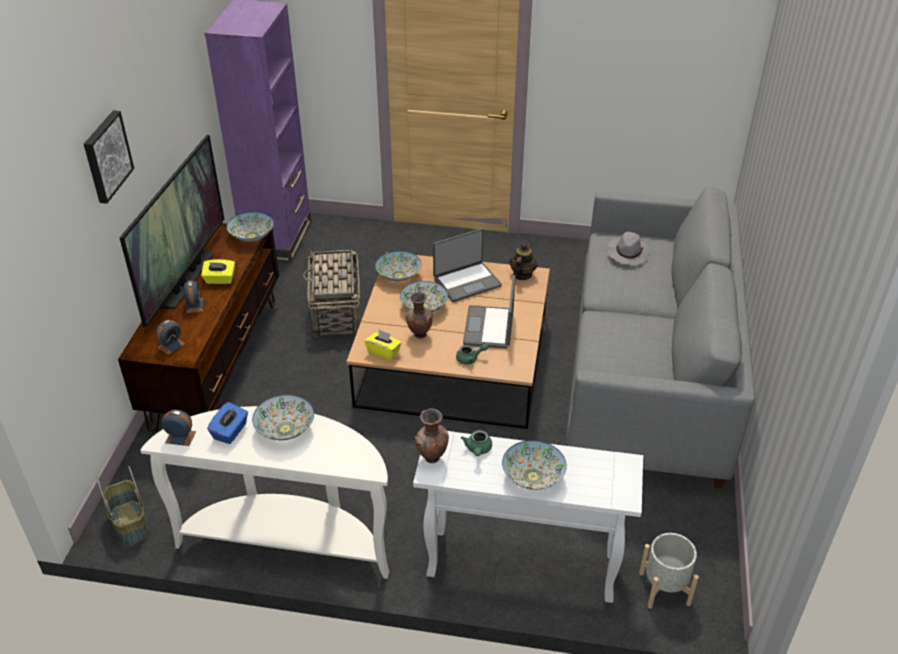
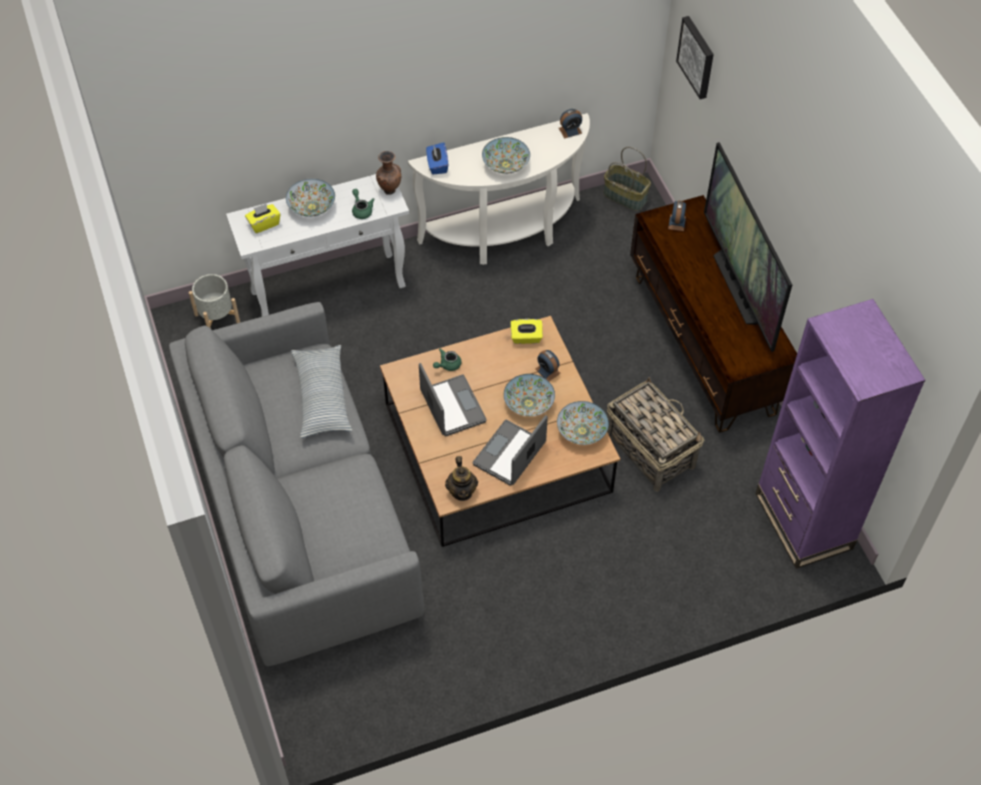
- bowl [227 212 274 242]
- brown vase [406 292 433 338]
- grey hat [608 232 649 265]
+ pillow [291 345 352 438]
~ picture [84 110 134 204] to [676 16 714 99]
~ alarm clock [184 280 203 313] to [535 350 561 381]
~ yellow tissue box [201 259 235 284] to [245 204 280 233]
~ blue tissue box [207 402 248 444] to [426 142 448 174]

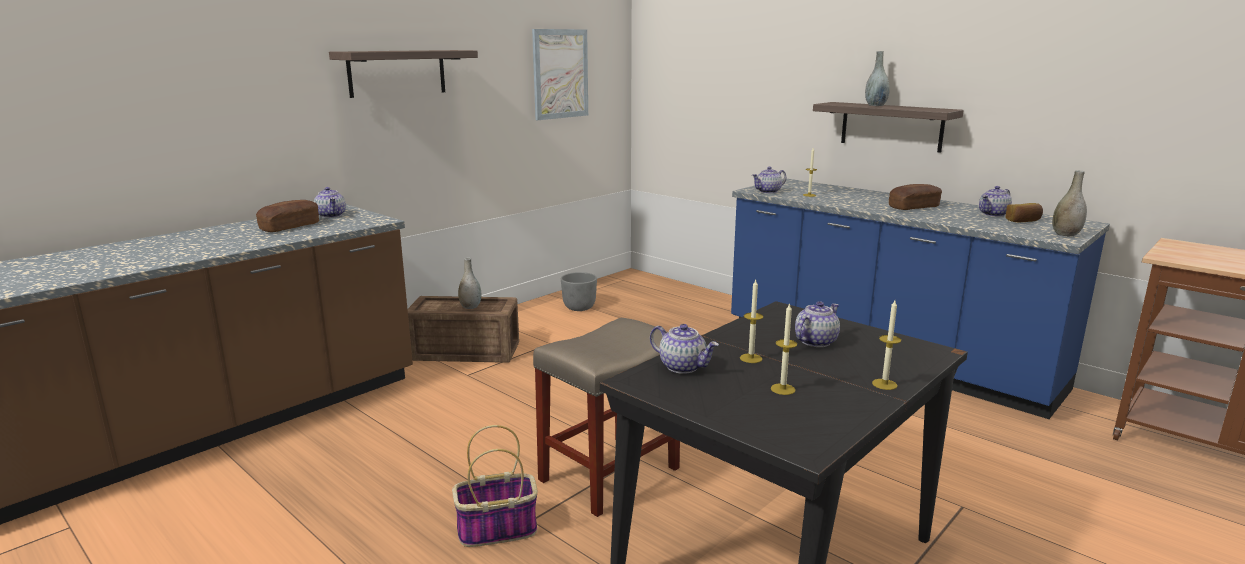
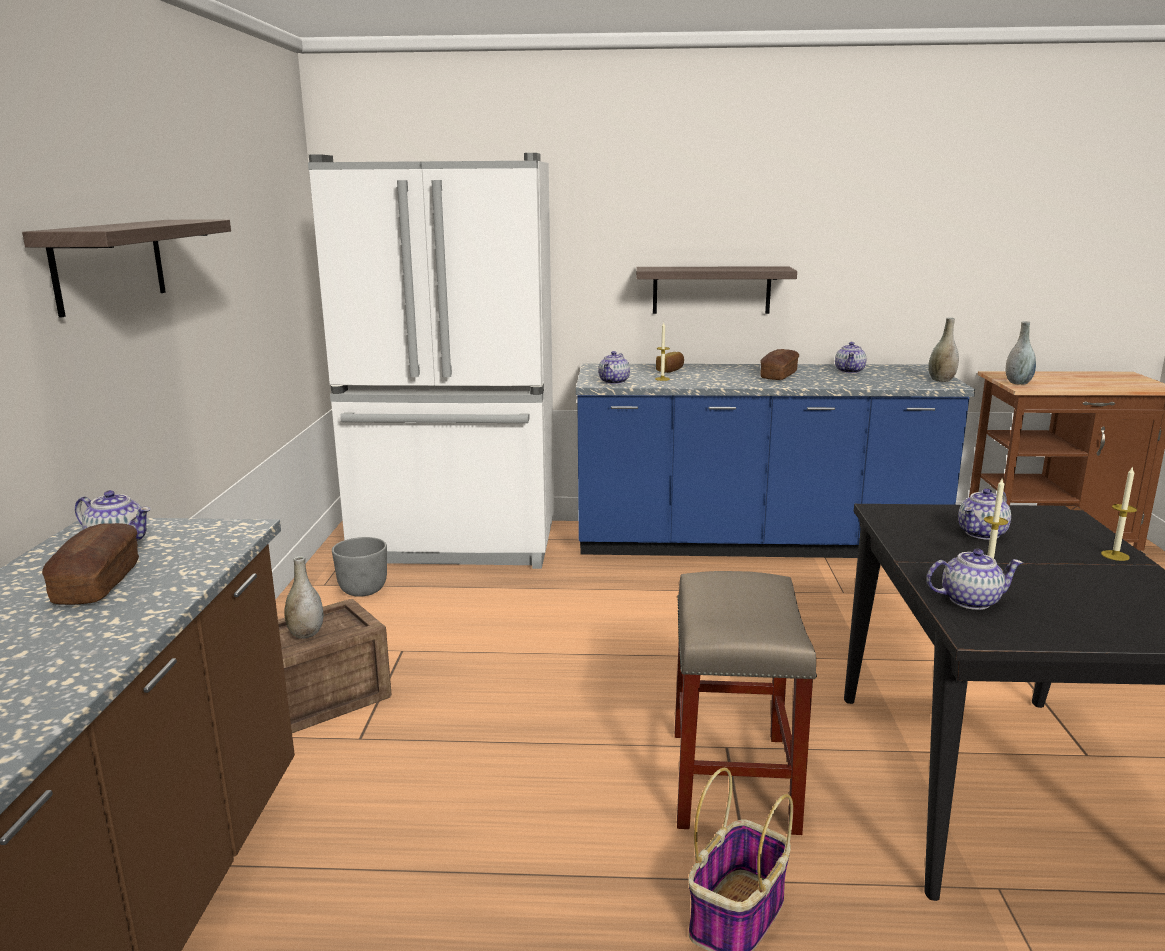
- picture [532 29 588 120]
- candle [771 303 797 395]
+ white fridge [308 153 555 569]
~ grey vase [865 51 890 106] to [1005 321 1036 385]
~ bread [1005 203 1043 222] to [656 352 684 373]
~ teapot [795 301 840 347] = [958 488 1011 540] 135 degrees counterclockwise

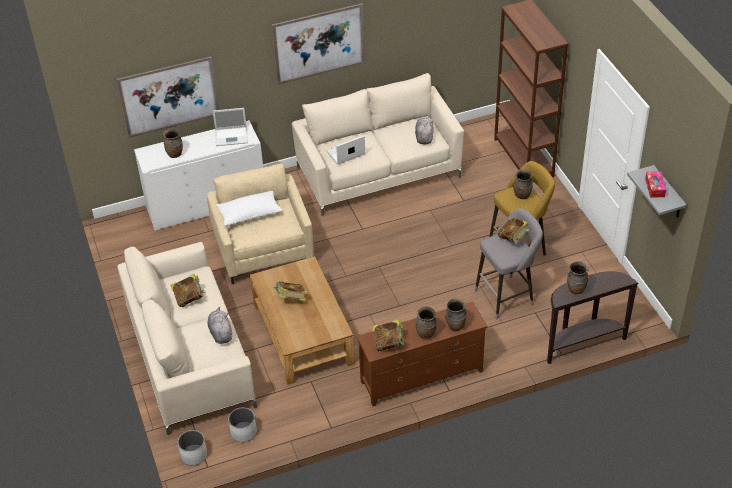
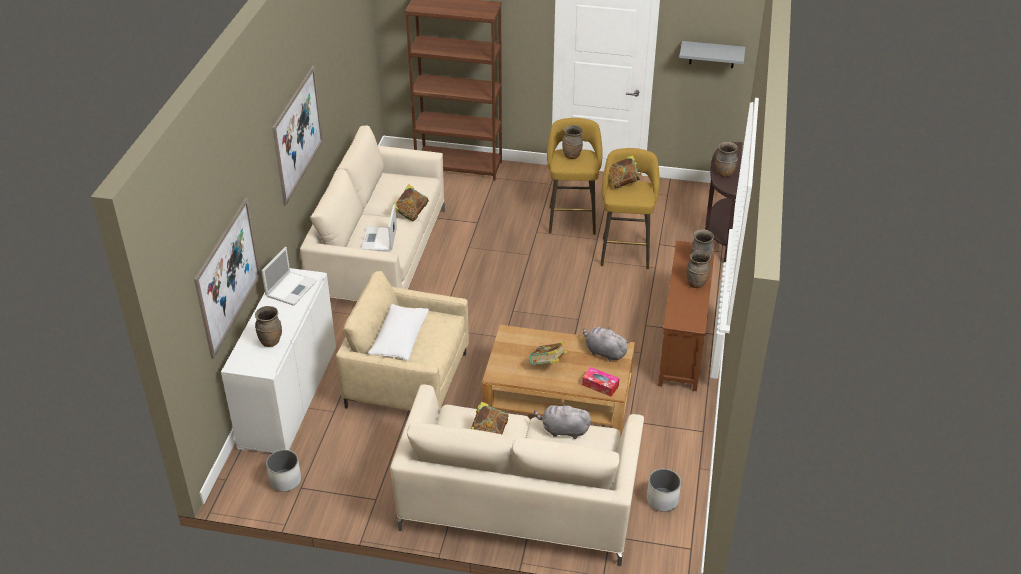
~ white planter [178 430 207 465] to [266 450 301 492]
~ book [372 319 406 351] to [392 184 429 222]
~ grey plush toy [415 116 434 144] to [583 327 630 362]
~ tissue box [645 171 666 198] to [582 367 620 397]
~ grey stool [475 208 543 319] to yellow stool [600 148 660 269]

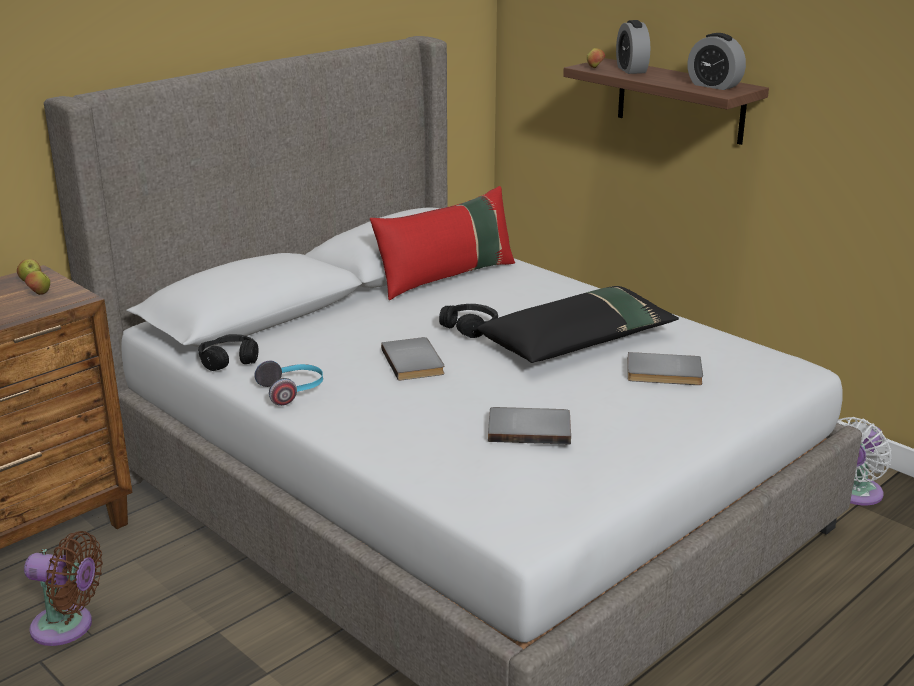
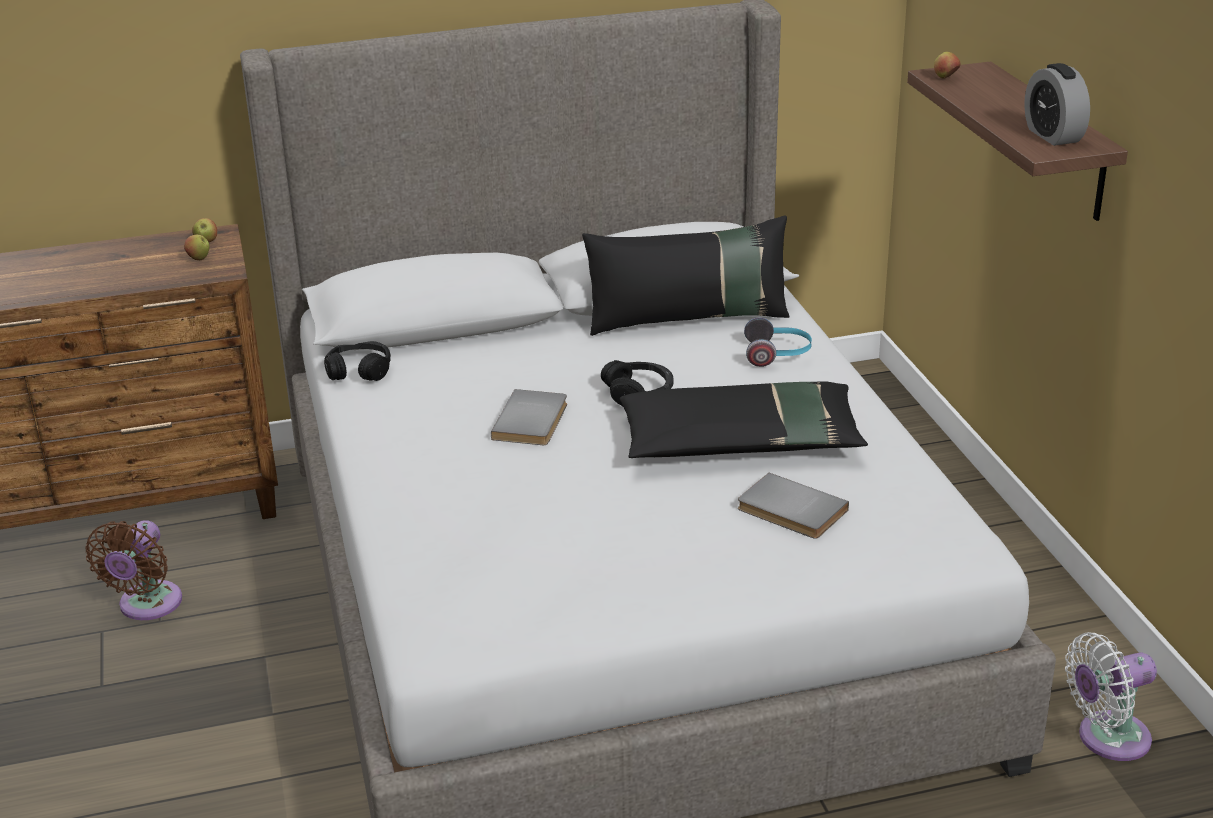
- grey book [488 407 571 444]
- alarm clock [616 20 650 74]
~ headphones [254 361 323 406] to [744 317 812 367]
~ red pillow [370 186 515 300] to black pillow [582 215 790 336]
~ brown fan [24 531 103 646] = [85 520 182 620] 60 degrees clockwise

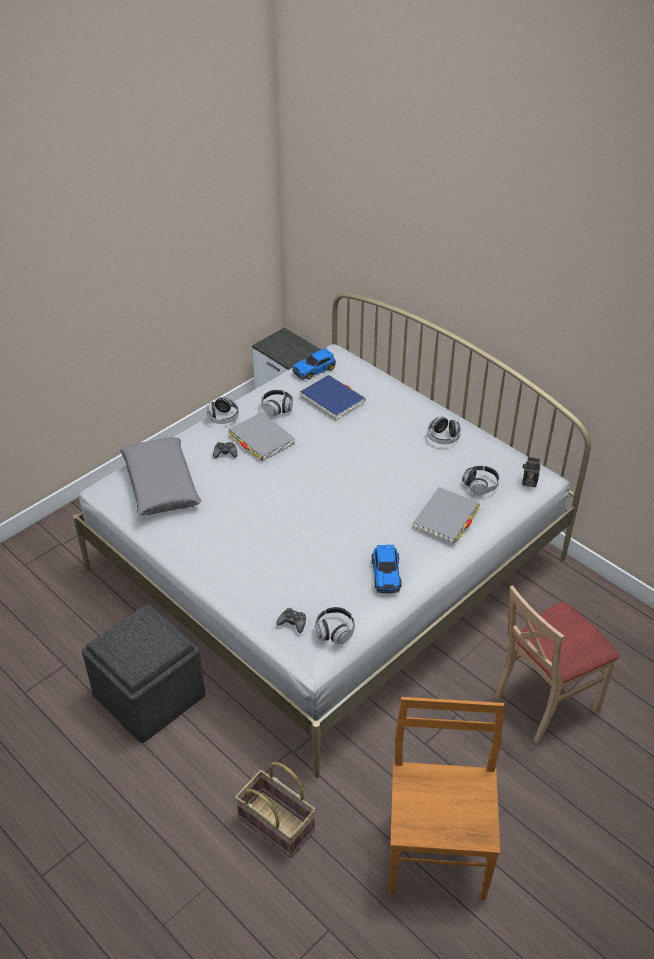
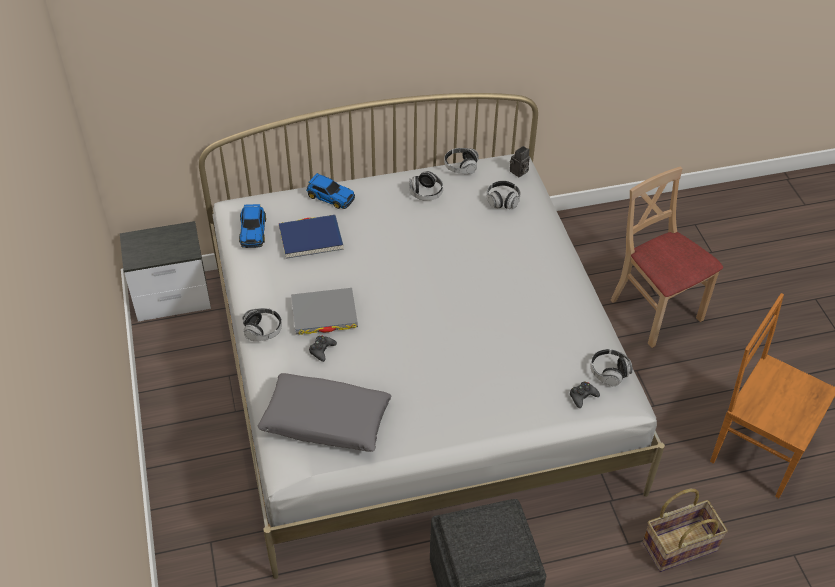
- grey book [413 487 480 544]
~ headphones [261 390 293 416] to [444 148 479 175]
~ toy car [372 545 402 593] to [306 173 355 209]
~ beige chair [494 585 620 743] = [611 167 723 348] 150 degrees clockwise

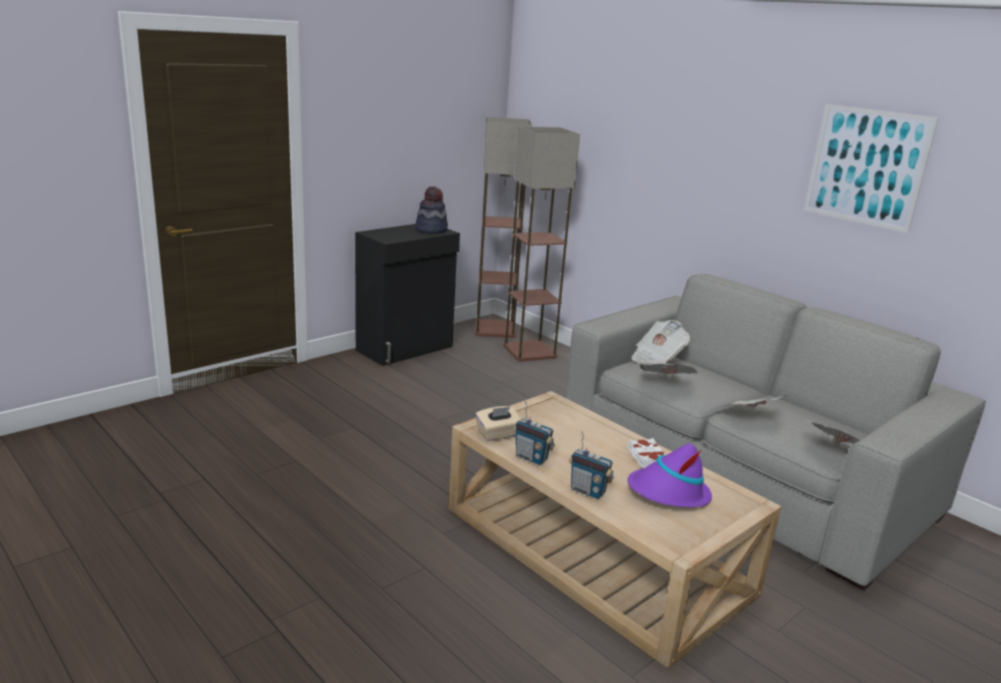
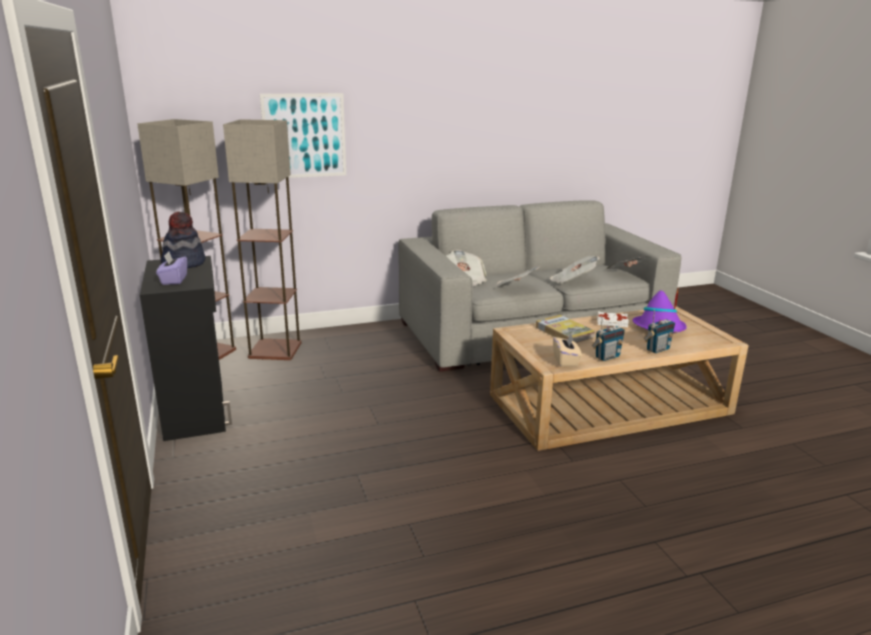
+ purple tissue box [156 251 187 285]
+ book [536 315 596 343]
~ picture [804 104 939 233] to [260 93 346 178]

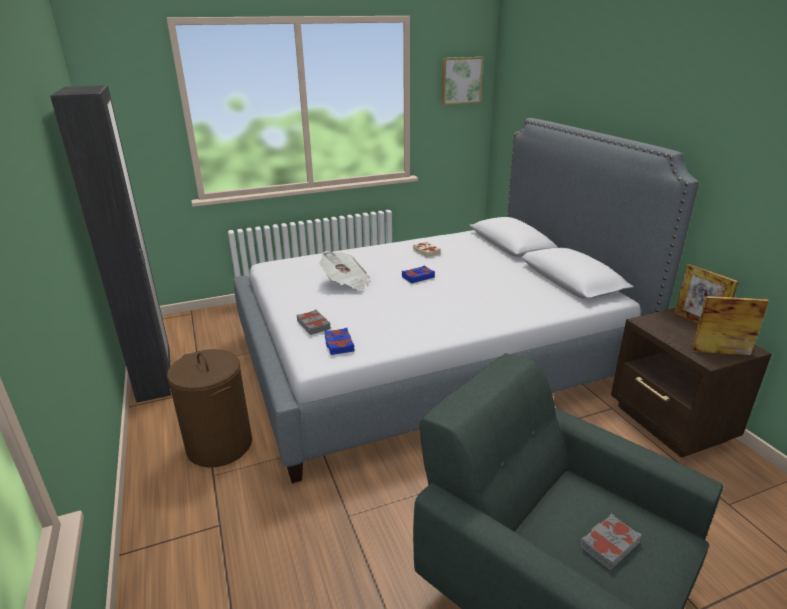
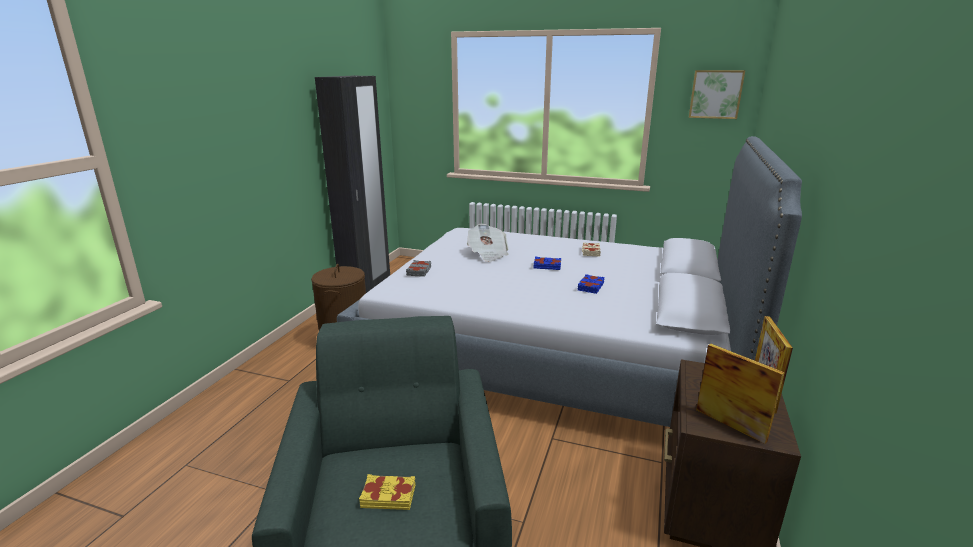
~ blue book [324 328 355 355] to [577 274 604 294]
~ grey book [580 514 642 570] to yellow book [359 474 416 510]

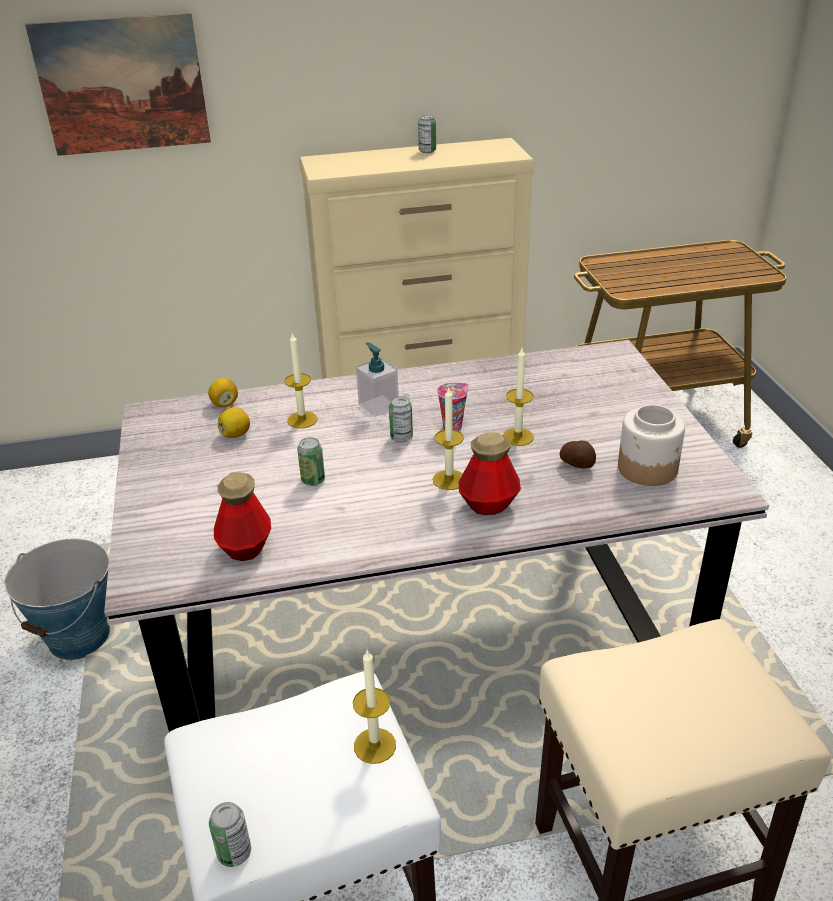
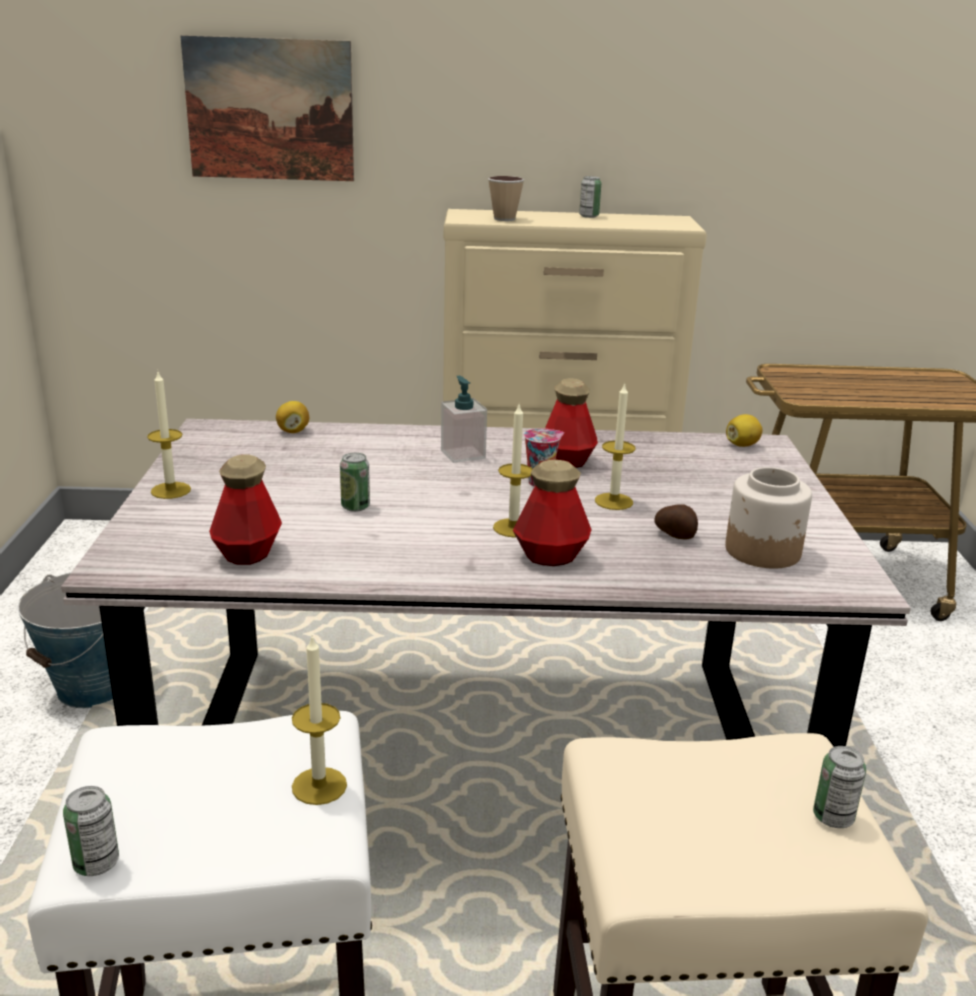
+ cup [488 176 524 221]
+ bottle [545 378 598 468]
~ lemon [218 407 250 438] to [726 414 762 447]
~ candle [284 332 318 428] to [147 372 191 499]
~ can [389 396 413 442] to [813 746 866 828]

